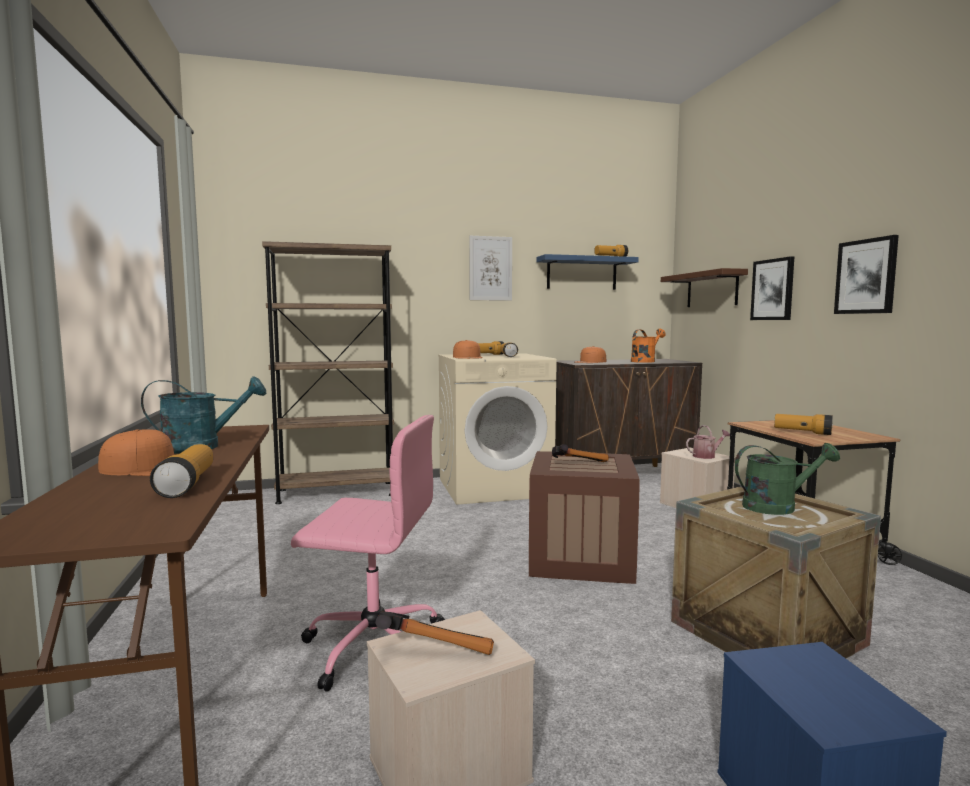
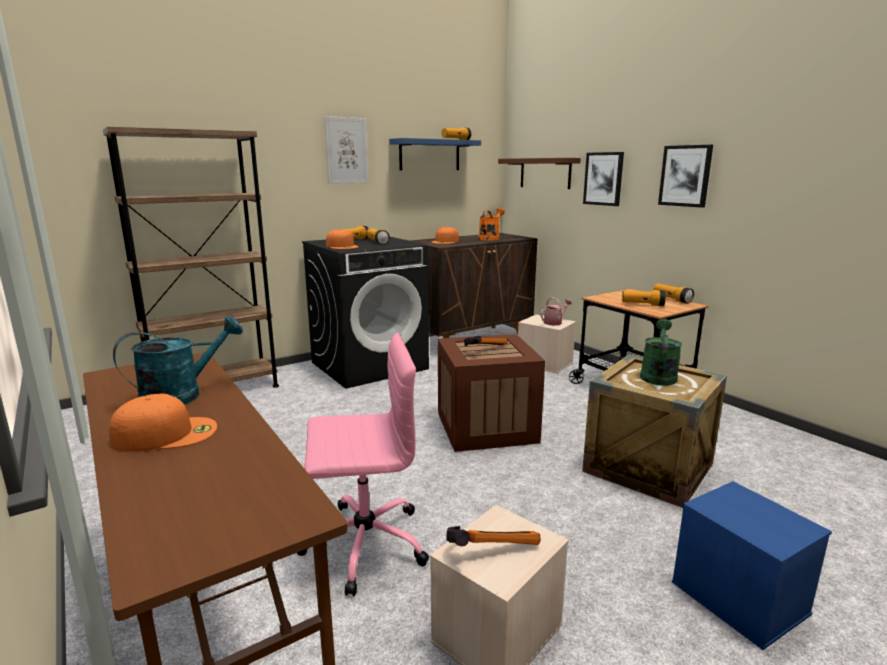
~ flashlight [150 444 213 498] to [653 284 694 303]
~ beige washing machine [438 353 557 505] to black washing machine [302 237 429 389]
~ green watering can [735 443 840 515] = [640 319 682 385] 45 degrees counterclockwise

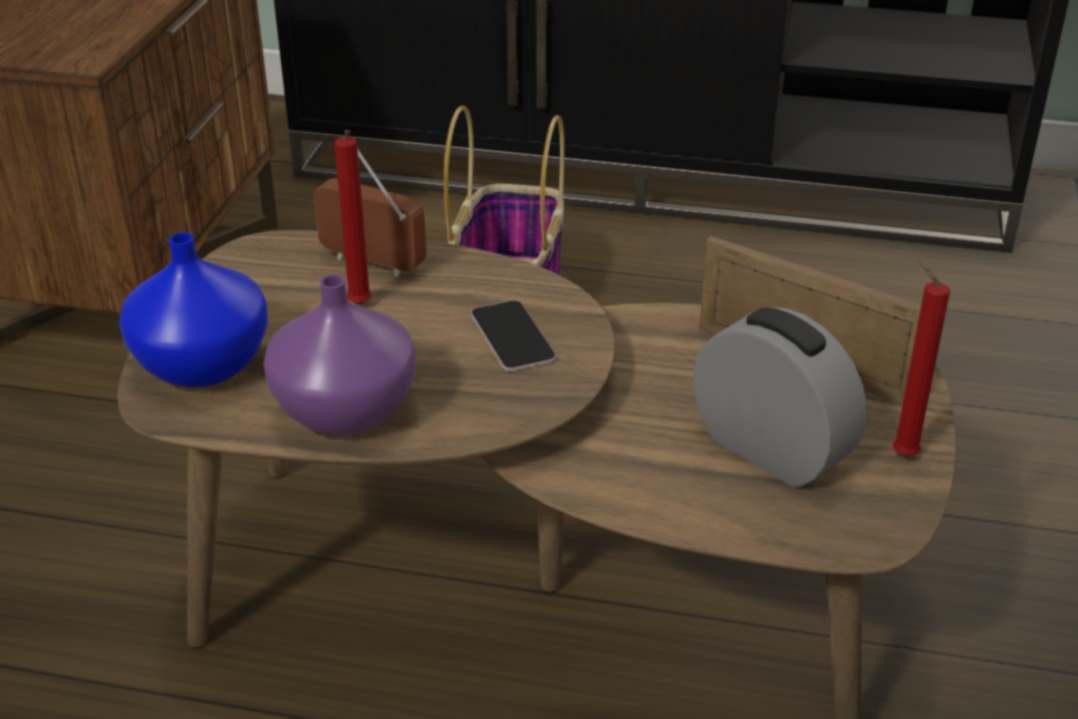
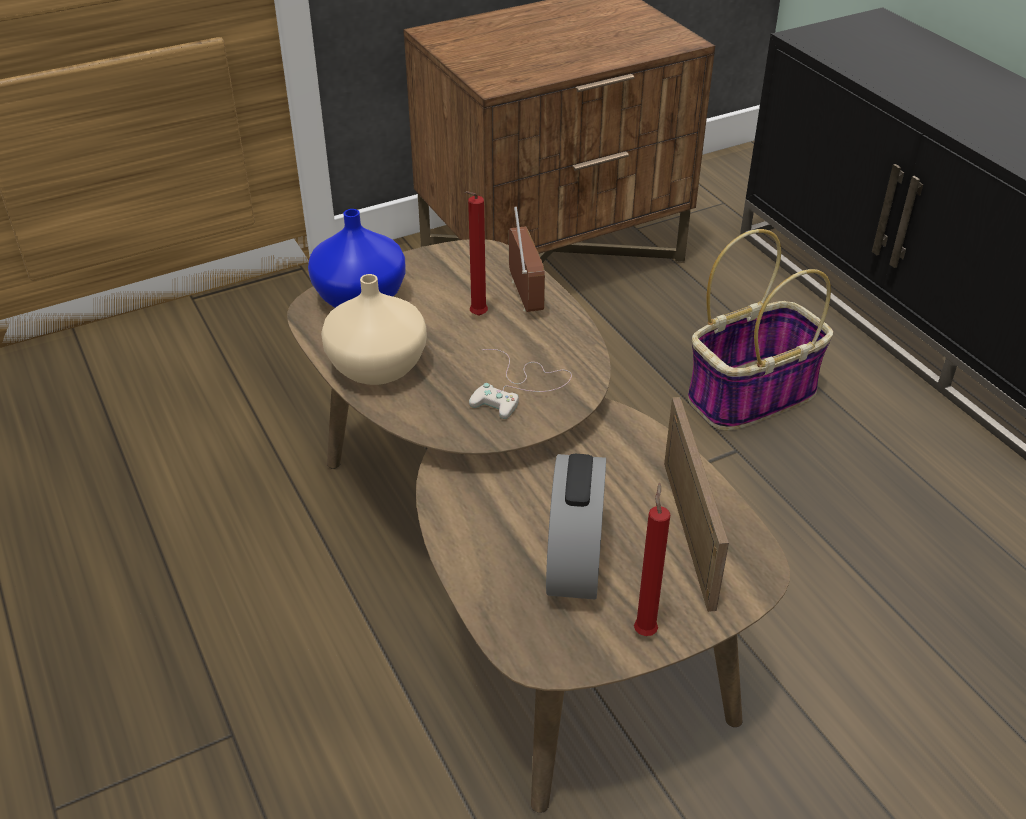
~ phone [471 300 556 371] to white game controller [469 349 572 419]
~ purple vase [264 275 416 435] to beige vase [321 274 427 385]

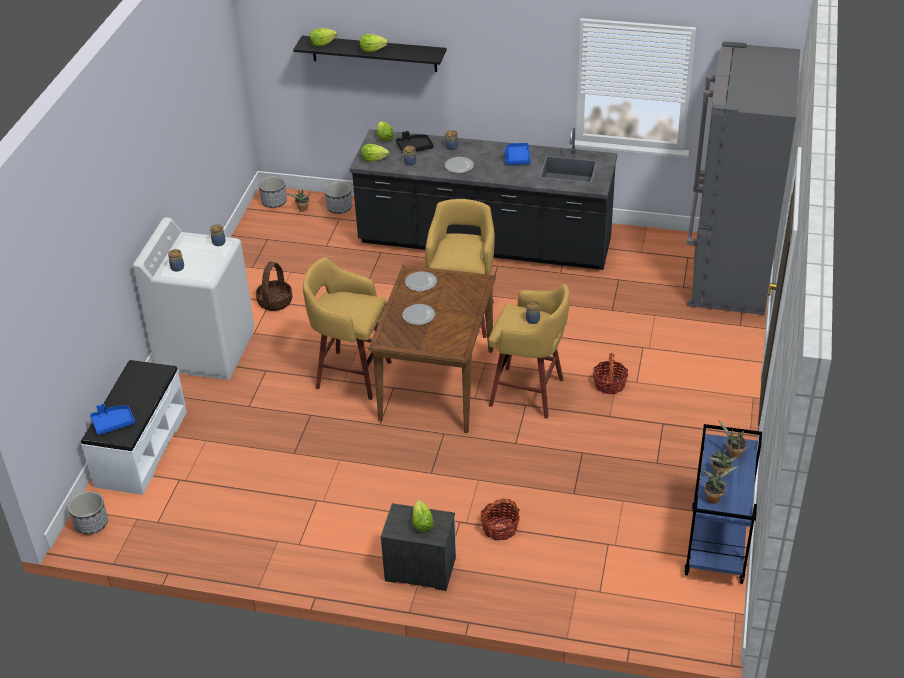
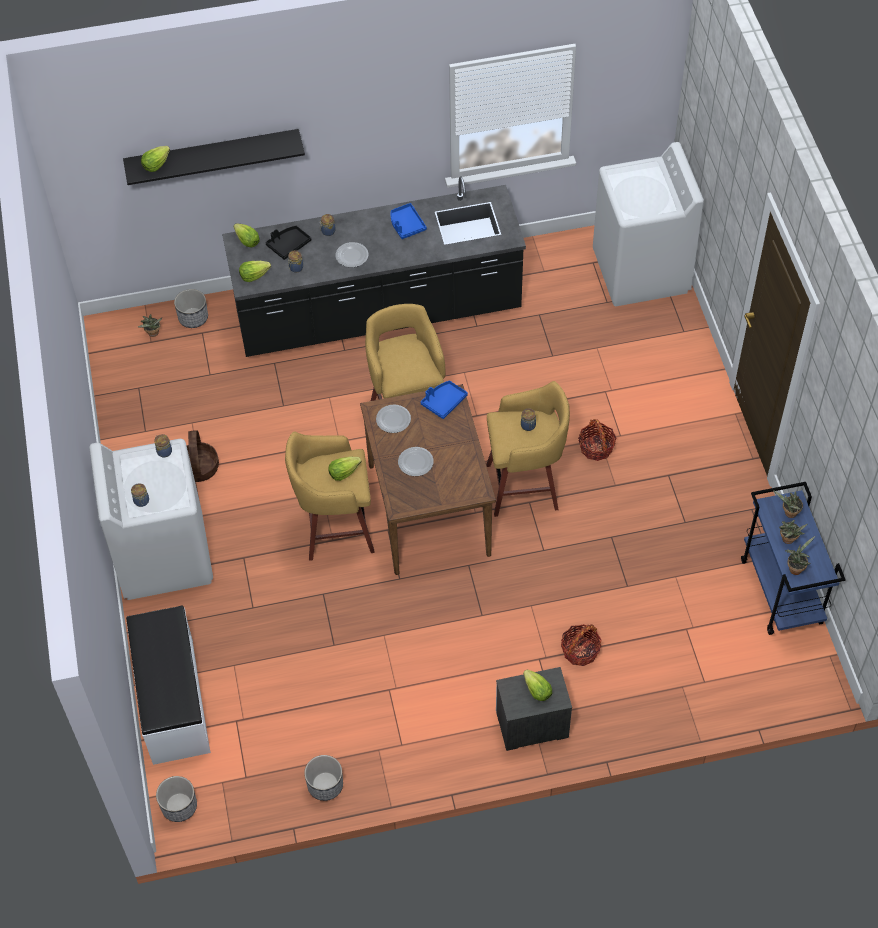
~ blue tray [90 404 135 435] to [421 381 468 419]
~ planter [258 176 287 208] to [304 755 343 801]
~ lettuce [360 34 388 52] to [328 457 362 481]
~ grey fridge [686 41 800 315] to white washing machine [593 142 704 306]

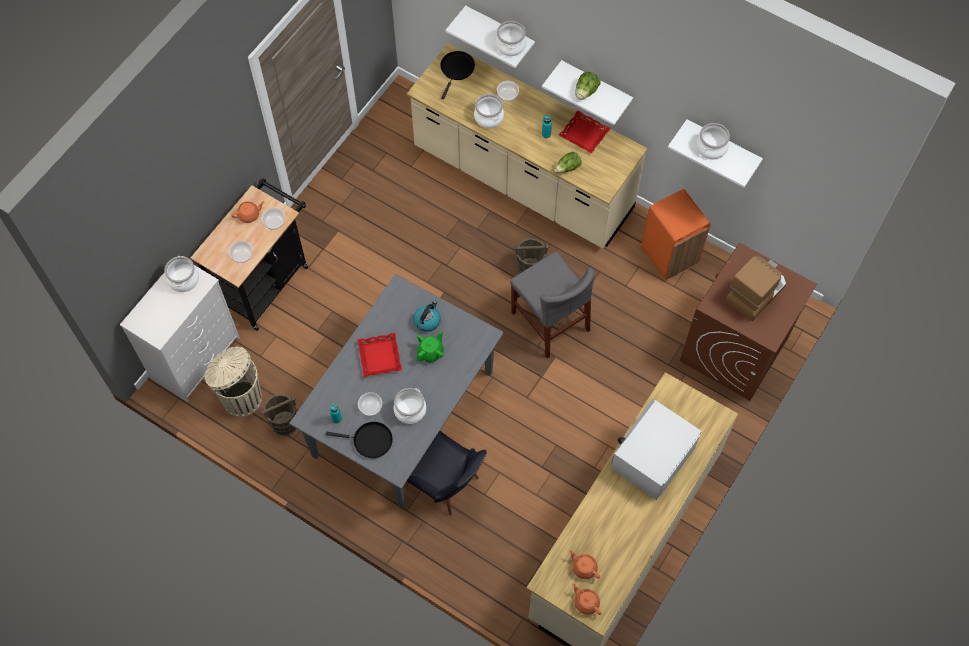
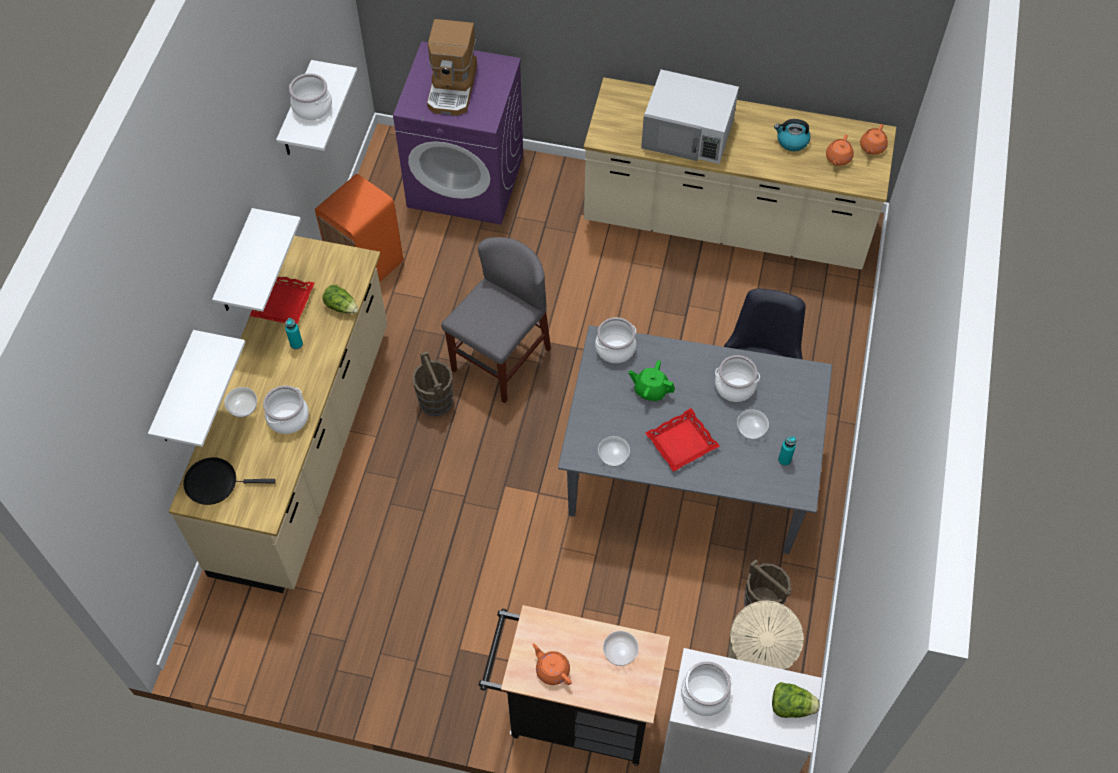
- black frying pan [326 422 393 458]
~ bowl [262 208 285 230] to [598 436 630 467]
~ kettle [414 300 441 332] to [774 119 810 151]
~ cooking pot [495 21 526 56] to [595 317 636 363]
~ lettuce [576 72 601 100] to [772 682 820 718]
~ brown washing machine [680 243 817 401] to purple washing machine [393 41 523 225]
~ coffee machine [726 256 786 321] = [427 19 477 116] 105 degrees counterclockwise

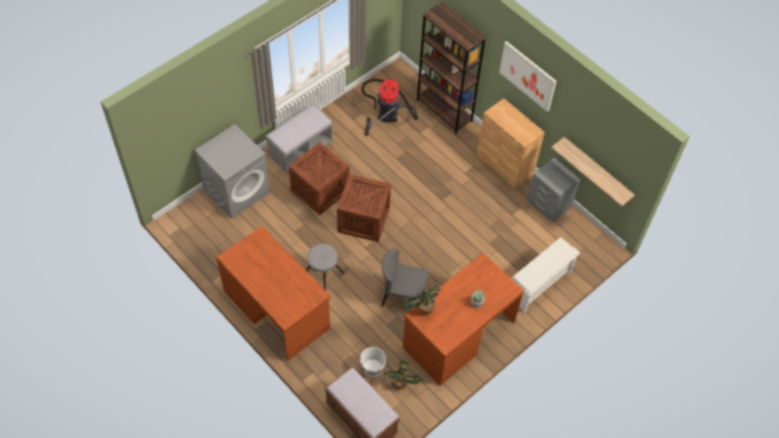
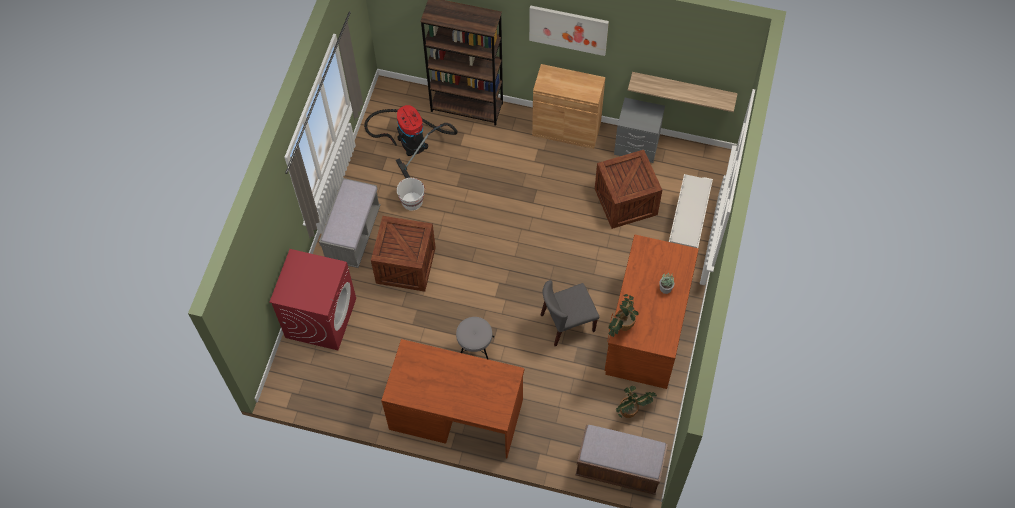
~ crate [337 174 391 242] to [595 150 662 229]
~ white bucket [360 347 387 378] to [397 178 425 211]
~ grey washing machine [195 124 270 219] to red washing machine [269 249 356 350]

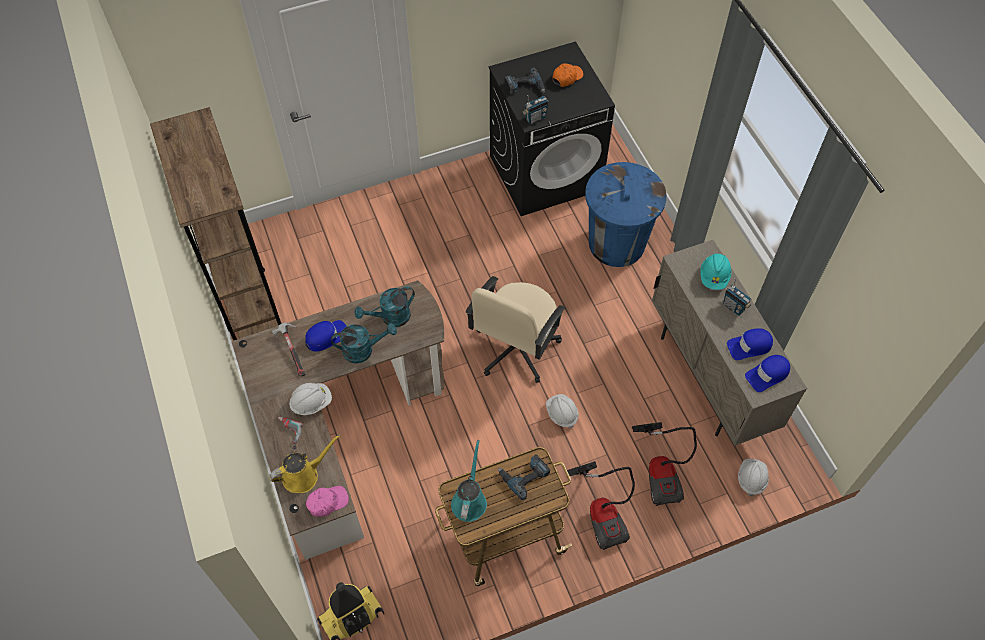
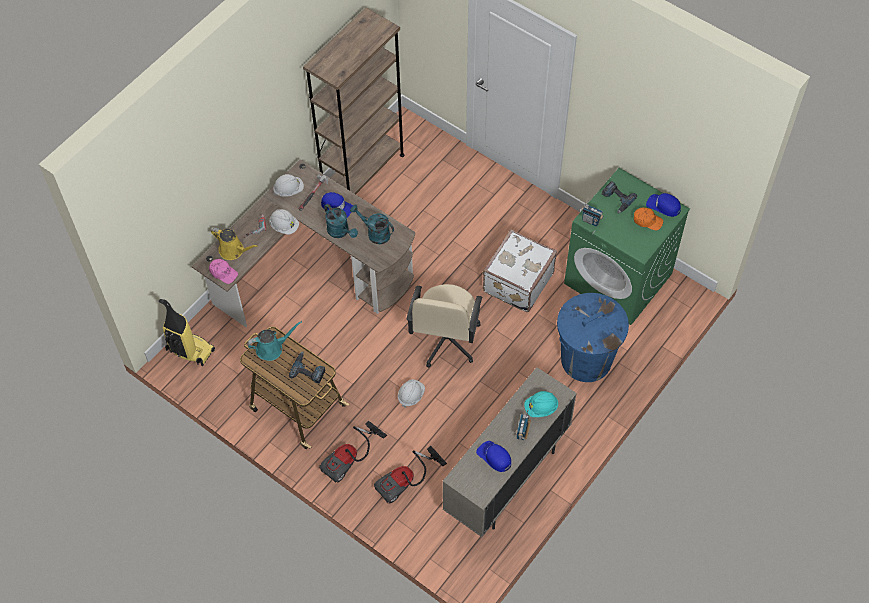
+ white suitcase [483 229 557 312]
~ white hard hat [738 459 769 497] to [273 174 304 197]
~ blue cap [745 355 790 392] to [646 193 681 217]
~ black washing machine [489 41 615 216] to green washing machine [564 168 690 325]
~ beige office chair [466 276 565 383] = [406 284 482 368] 75 degrees counterclockwise

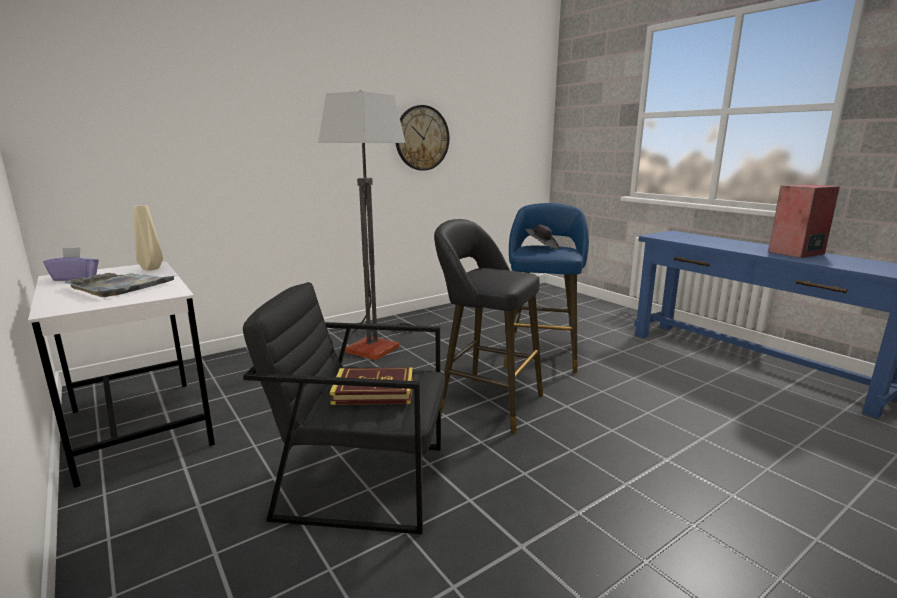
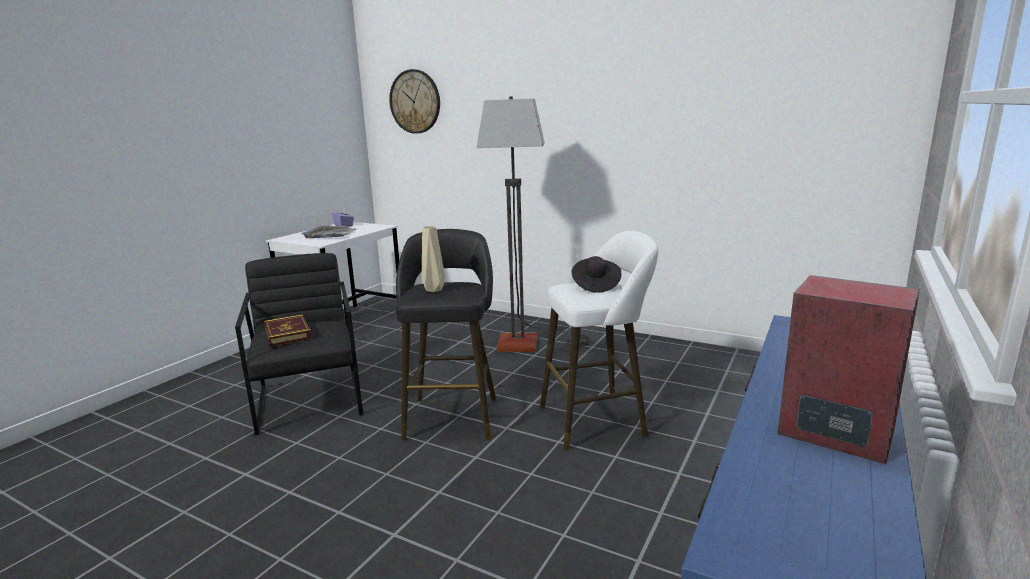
~ beige vase [133 205 163 271] to [422 226 445 292]
~ wall clock [396 105 449 171] to [389 69 440 134]
~ blue stool [504 203 589 373] to white stool [540 231 658 450]

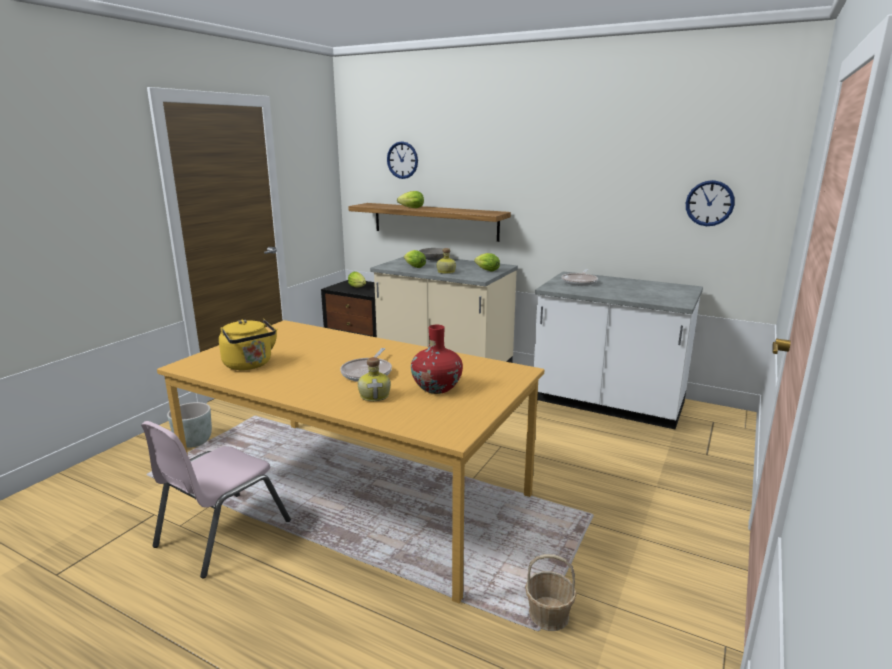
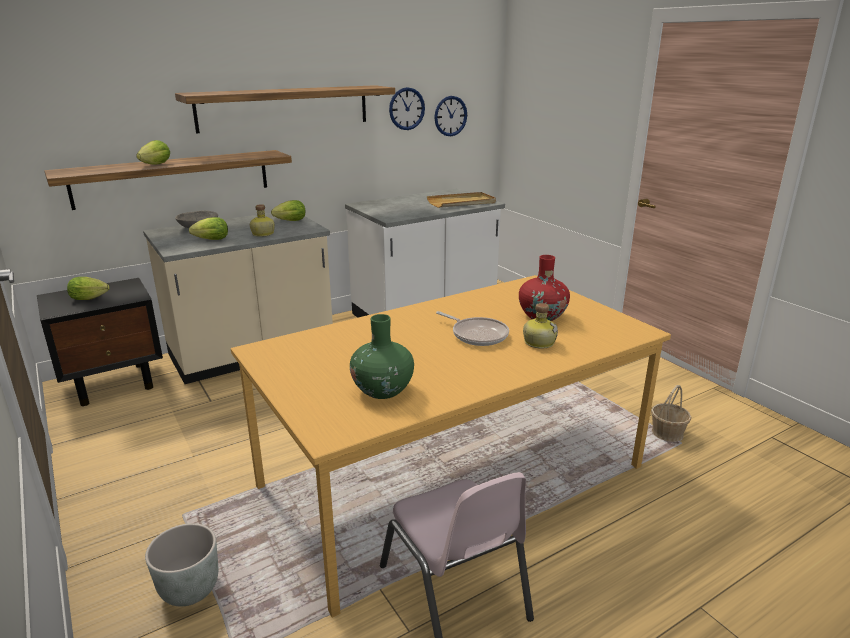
- frying pan [561 269 598 286]
+ shelf [175 85 395 133]
+ beige tray [427 192 496 208]
~ wall clock [387 141 418 179] to [389 87 425 130]
~ yellow kettle [219 319 277 370] to green vase [350 314 414 399]

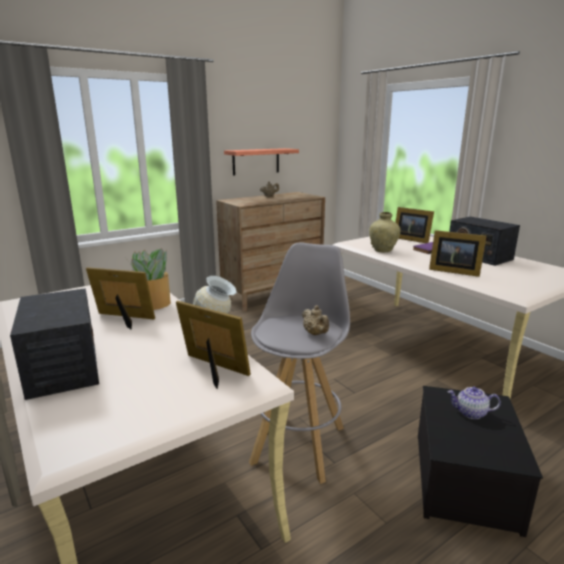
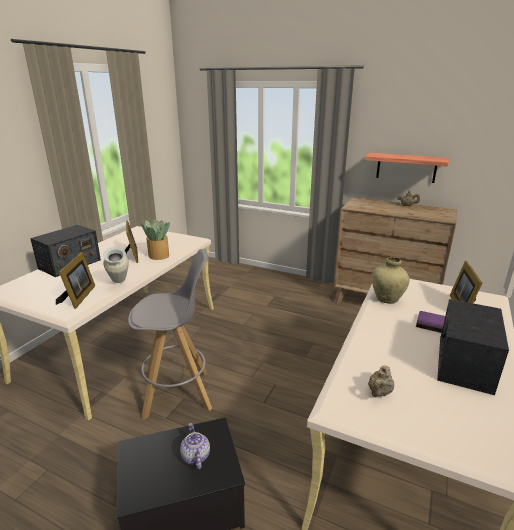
- picture frame [429 230 486 277]
~ beige teapot [302 305 329 335] to [368 365 394 397]

